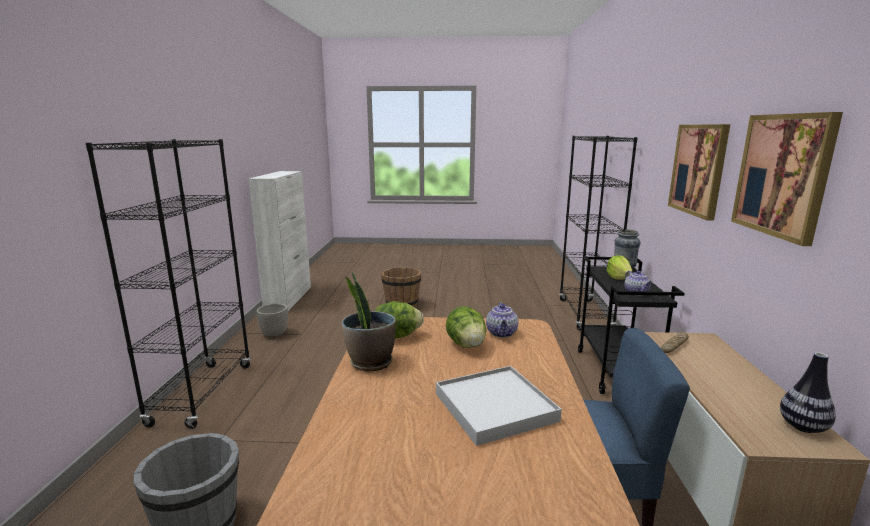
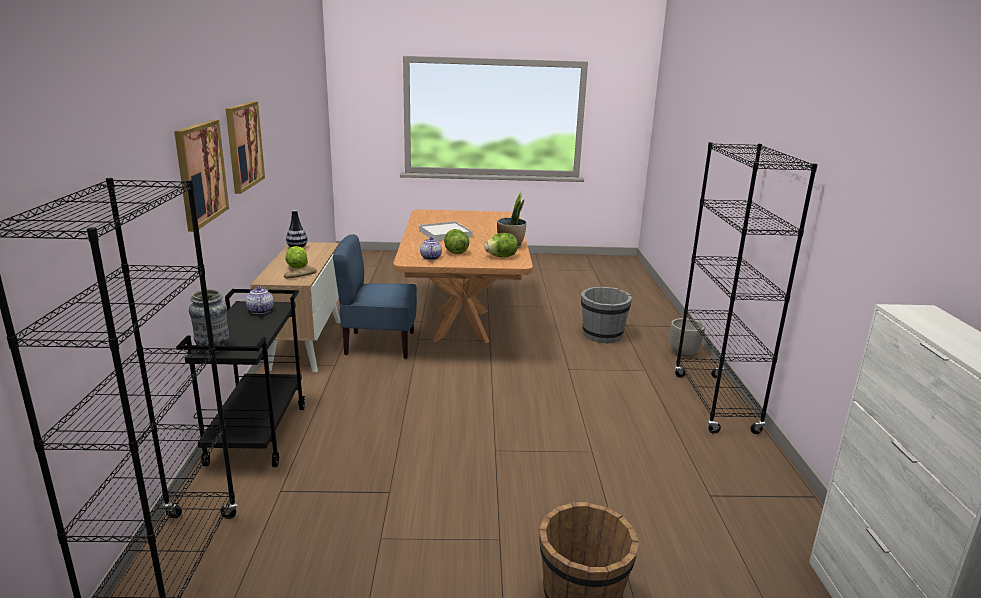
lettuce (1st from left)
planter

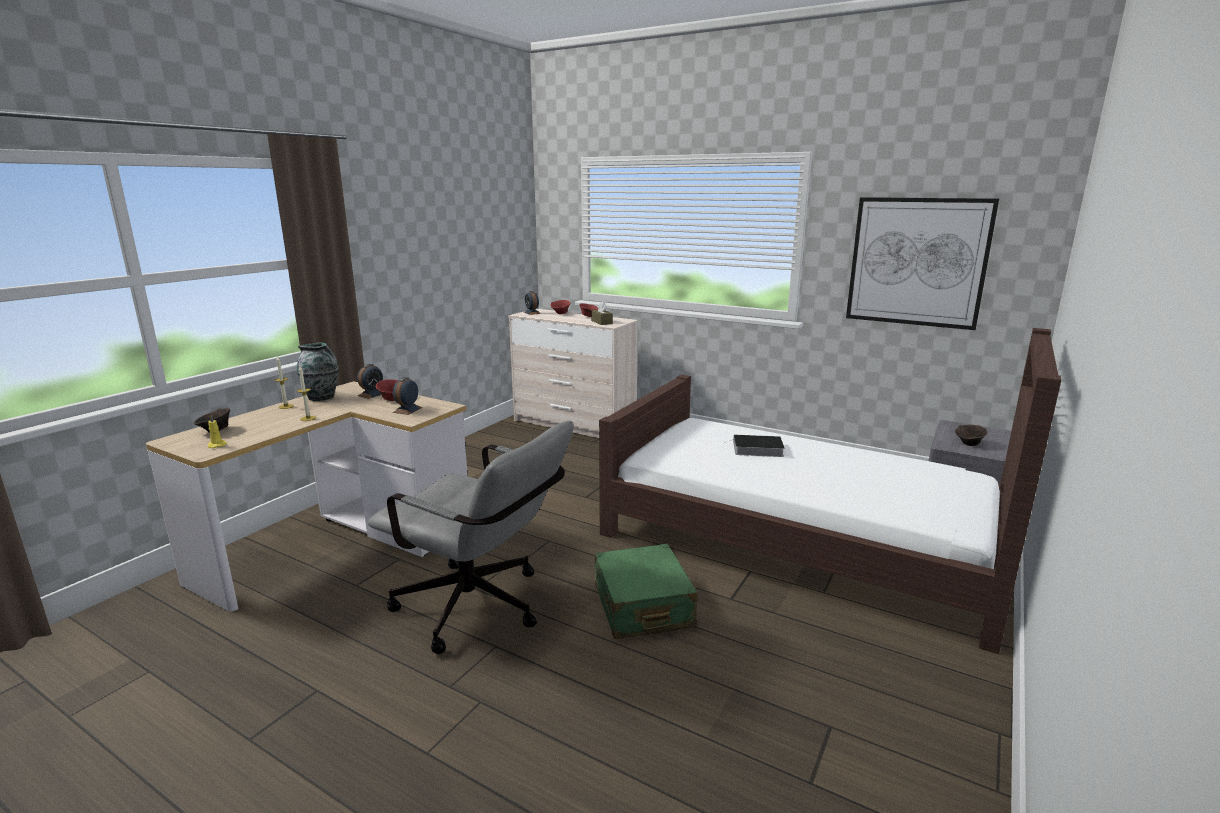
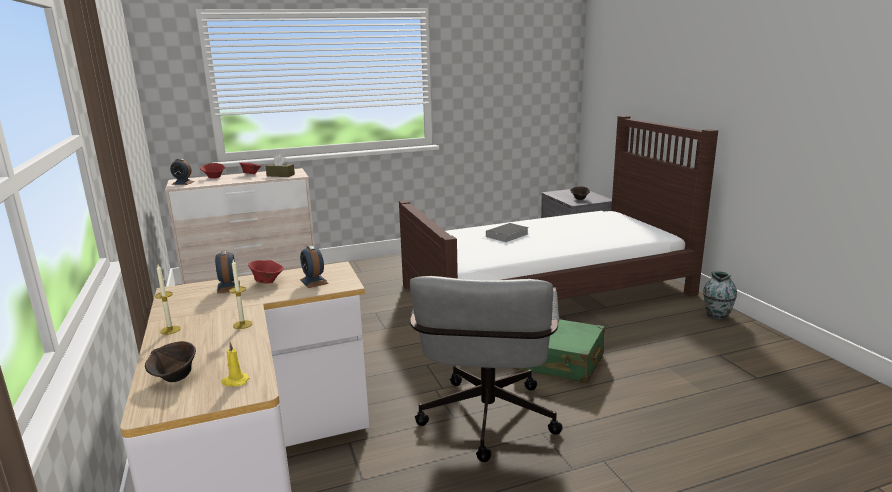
picture
vase
office chair (grey)

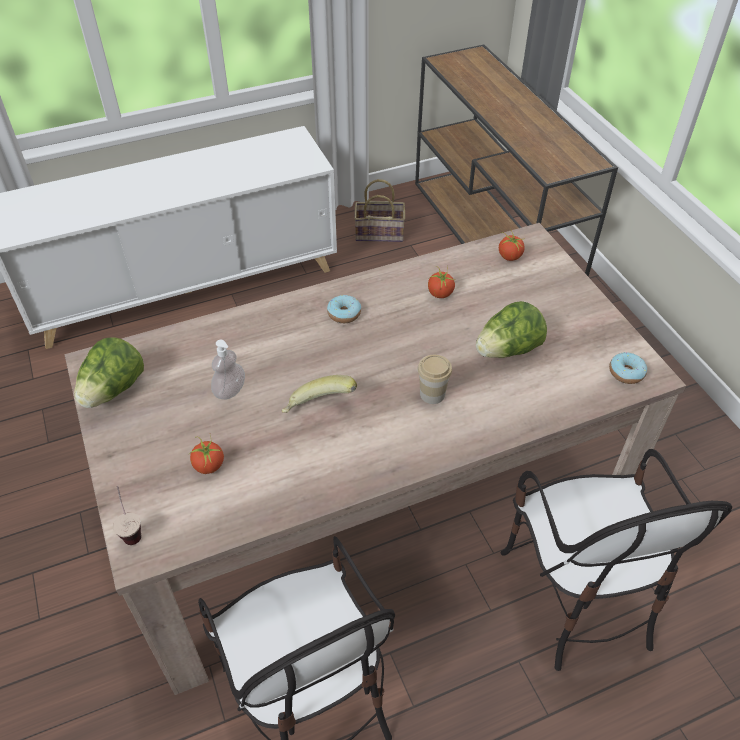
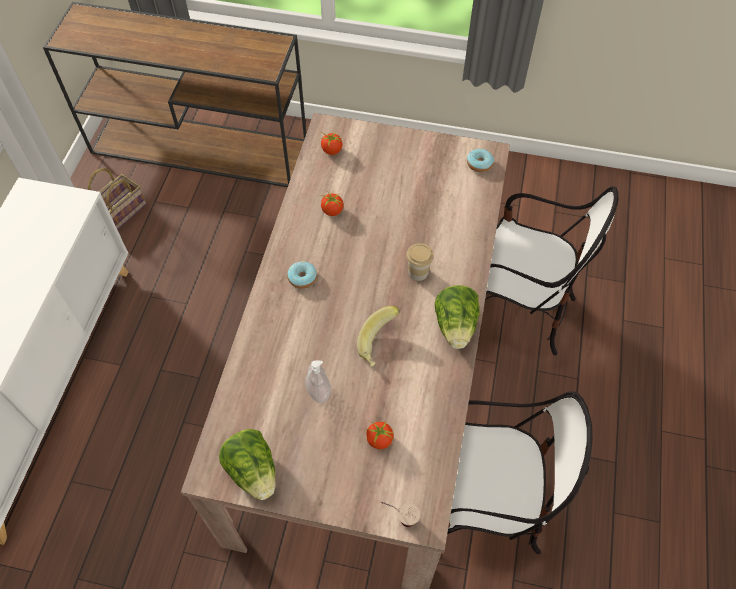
lettuce (2nd from left)

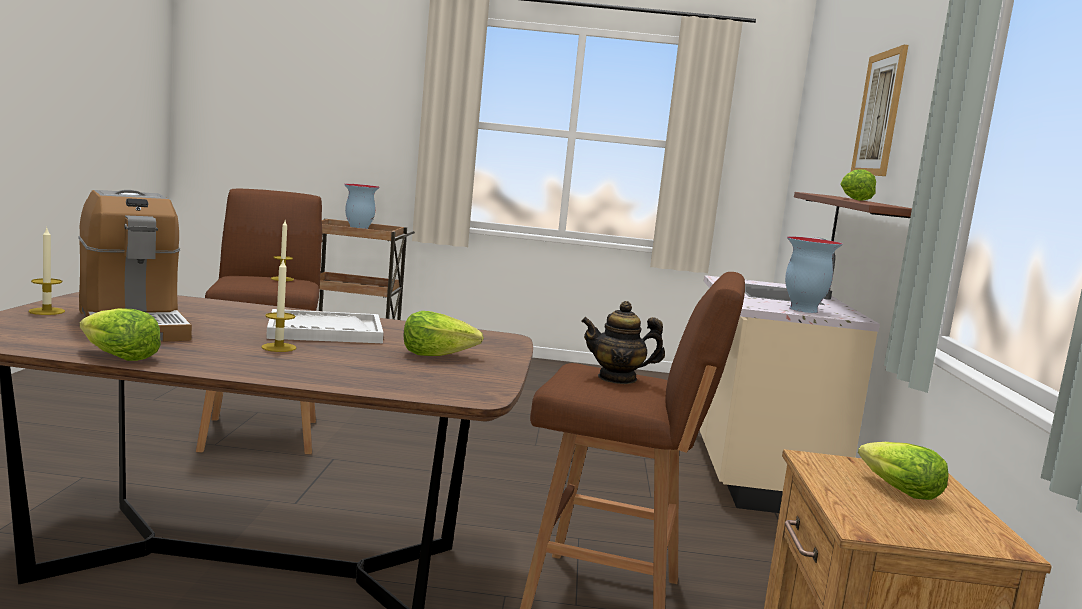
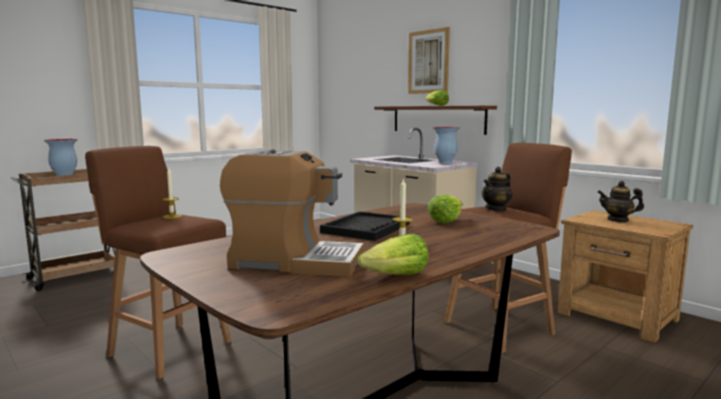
candle (1st from left in the first image)
tray (black)
teapot (2nd from left)

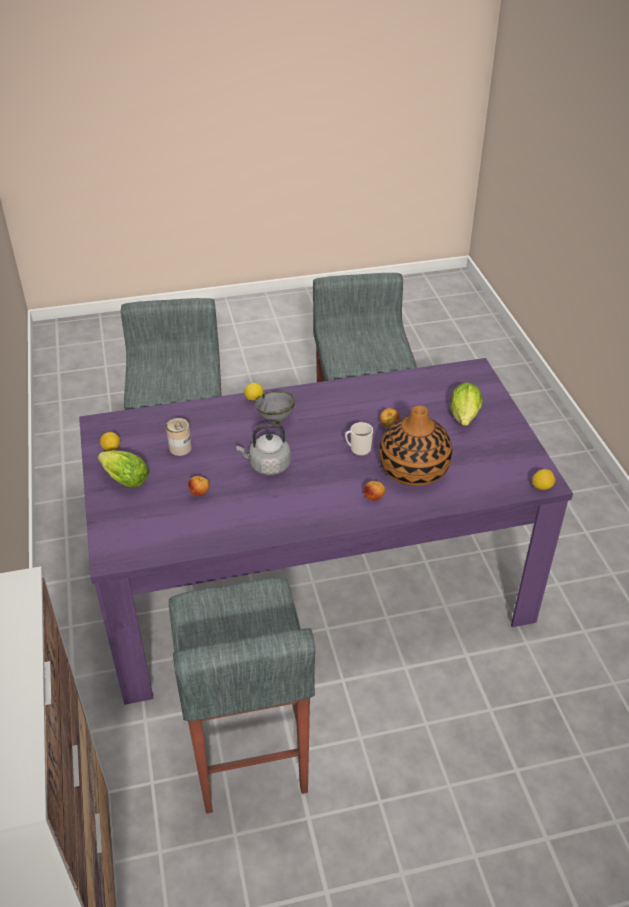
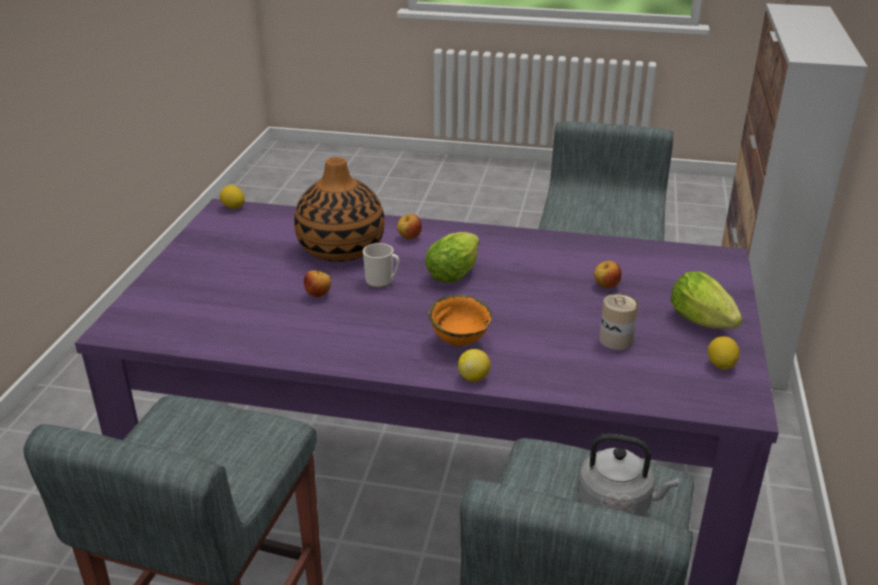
lettuce (1st from left)
bowl (orange)
kettle (grey)

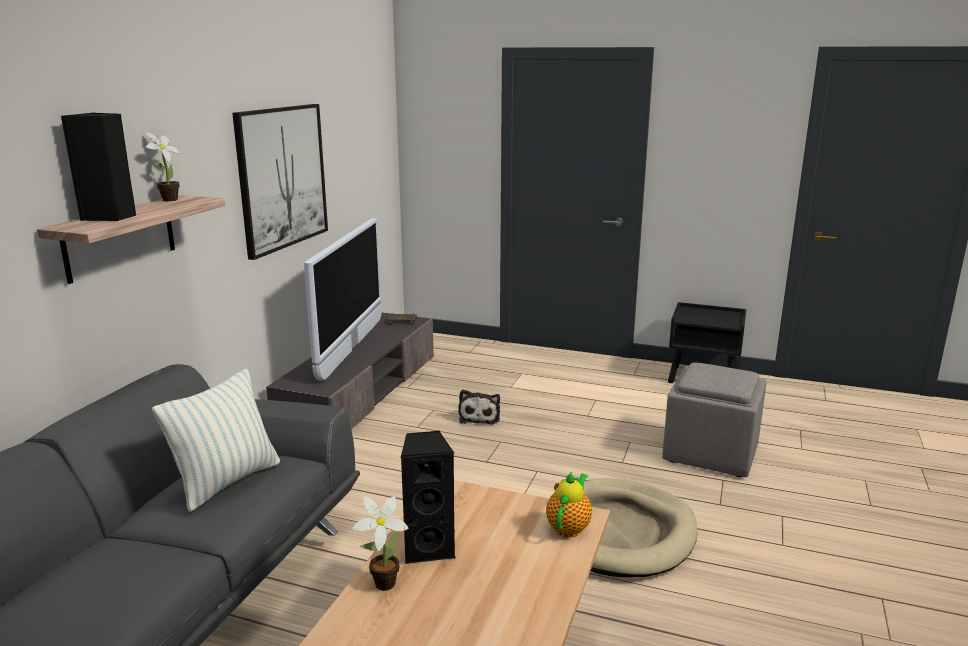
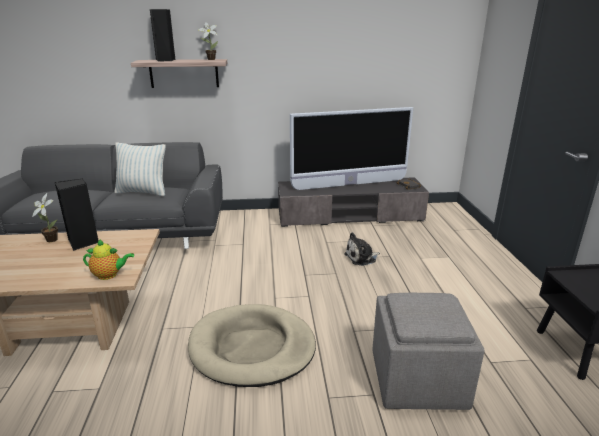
picture

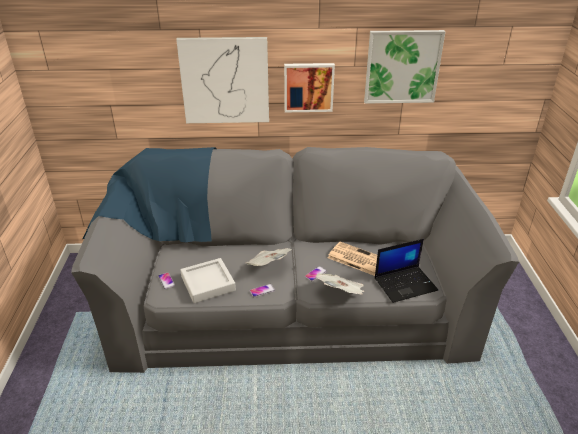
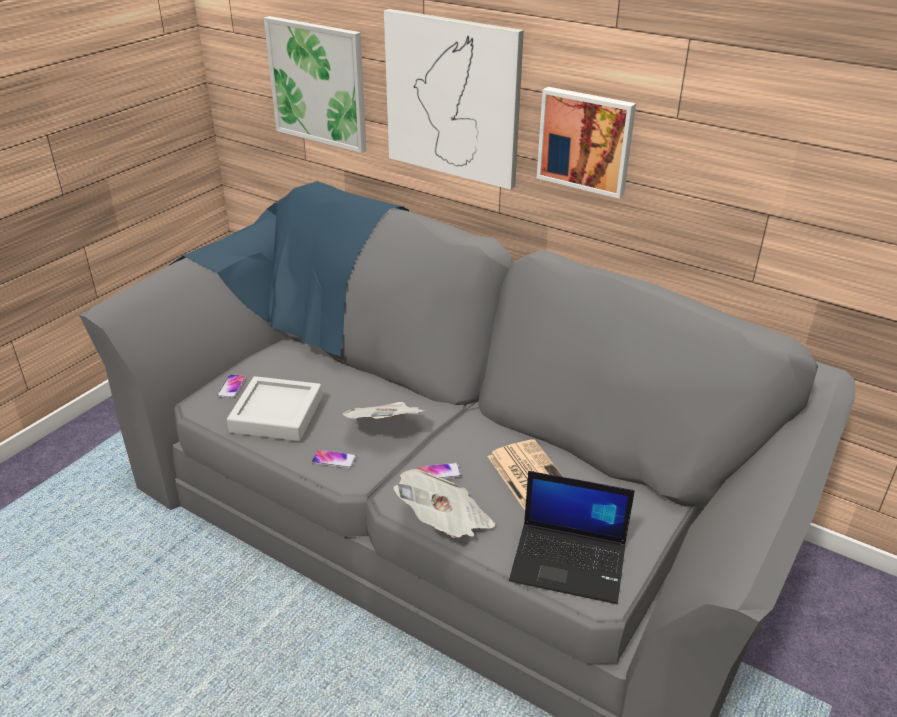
picture (1st from left)

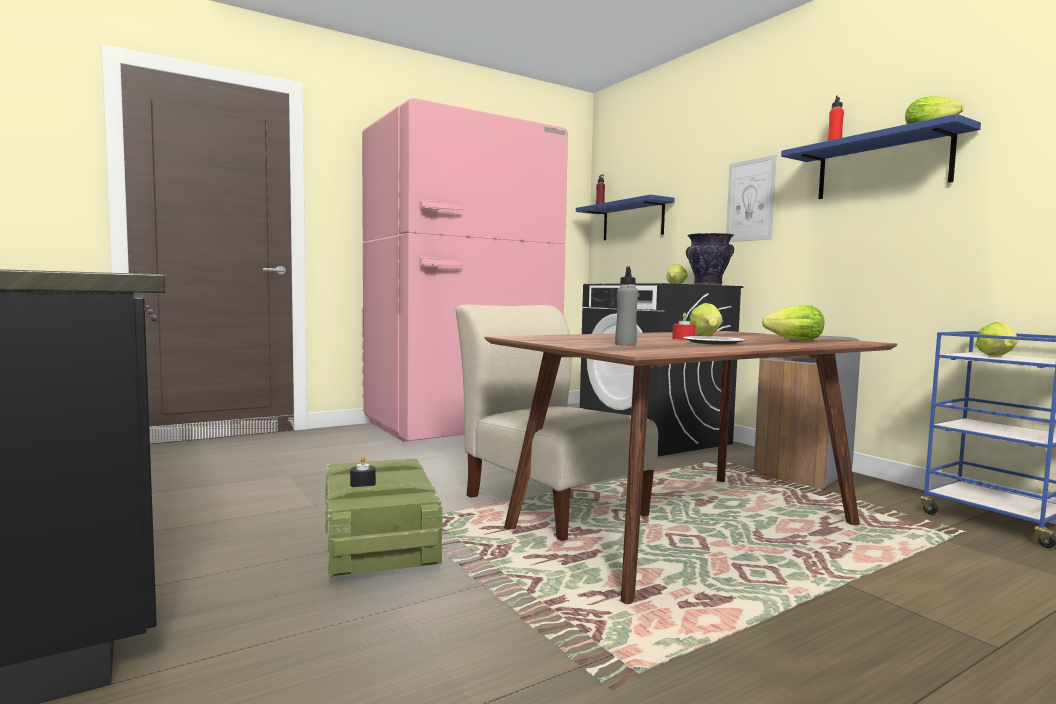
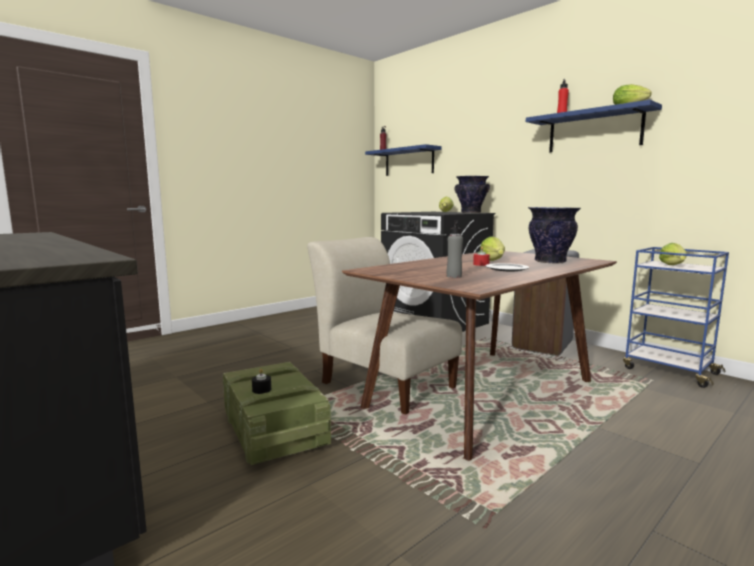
fridge (pink)
picture
vase (2nd from left)

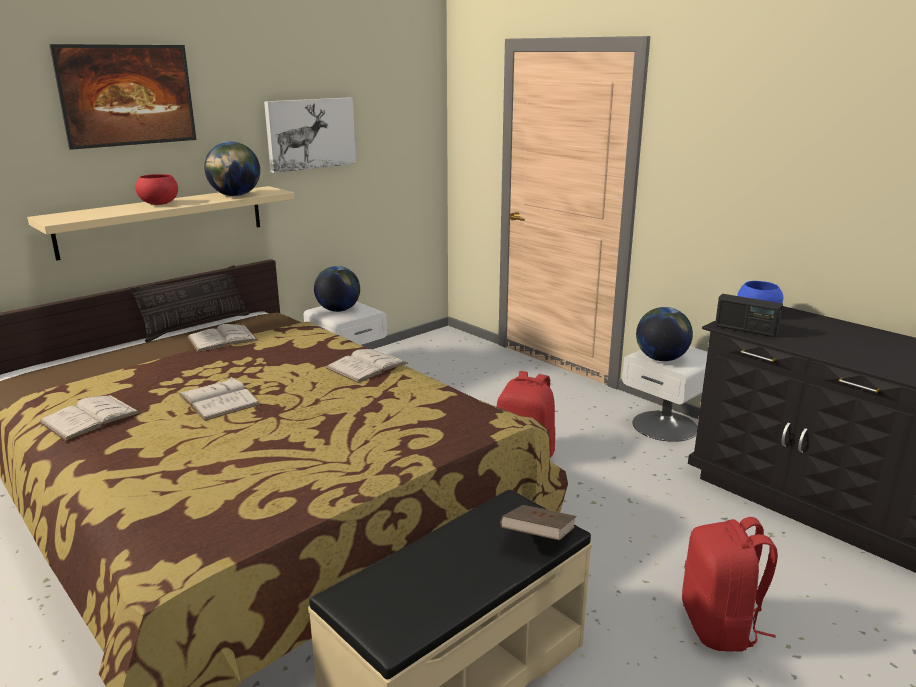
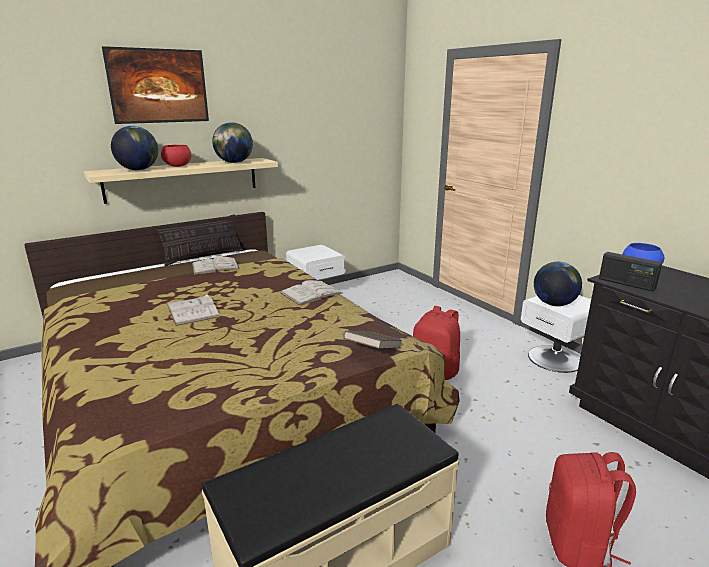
picture (2nd from left in the first image)
globe (1st from left)
book (white) (1st from left in the first image)
book (brown)

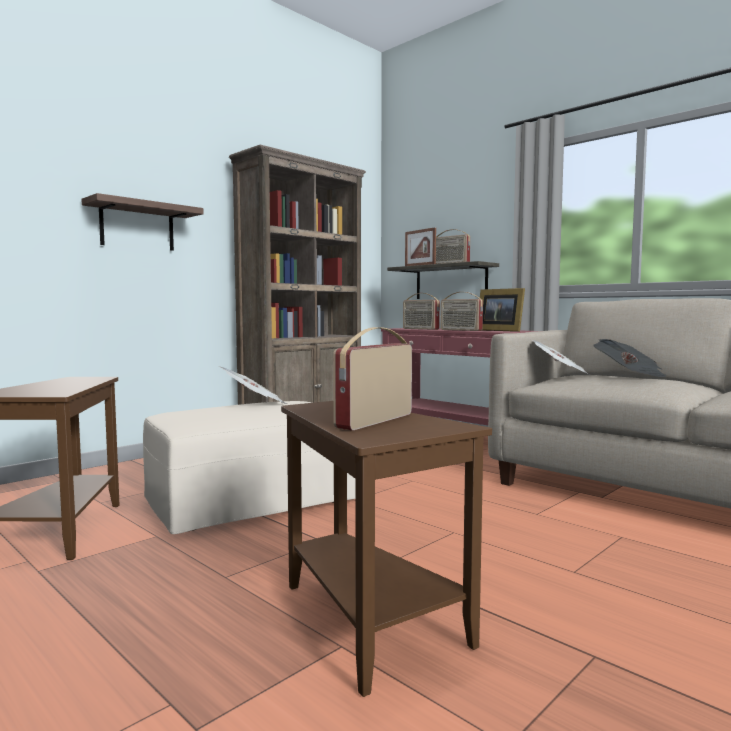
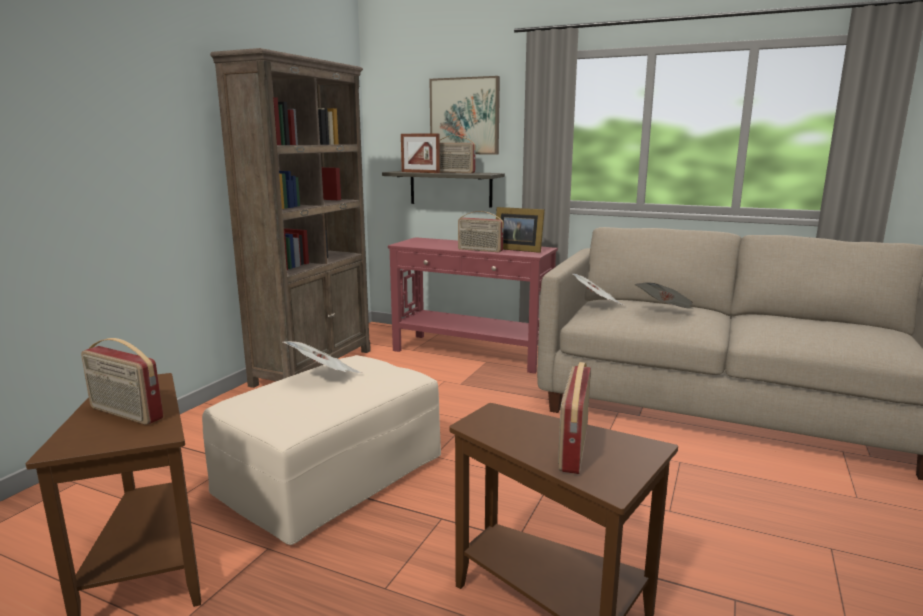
shelf (1st from left in the first image)
radio (1st from left)
picture

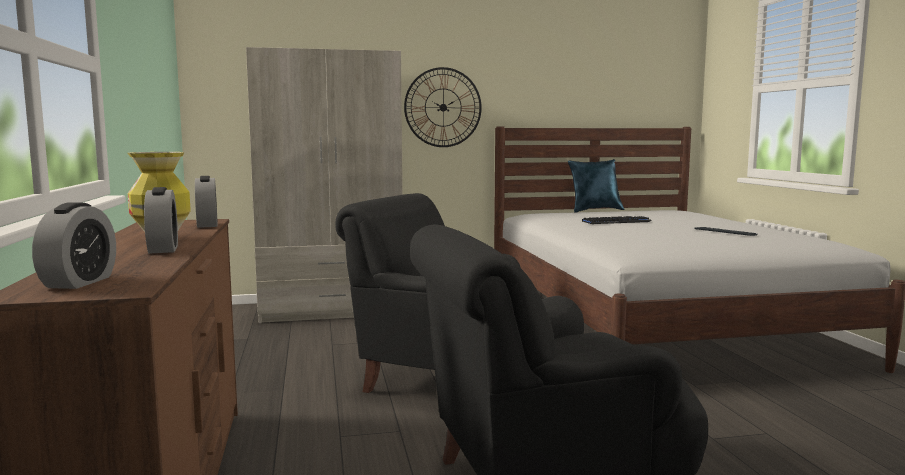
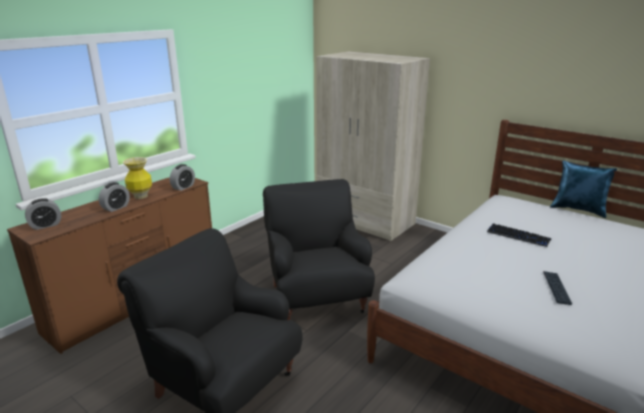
wall clock

